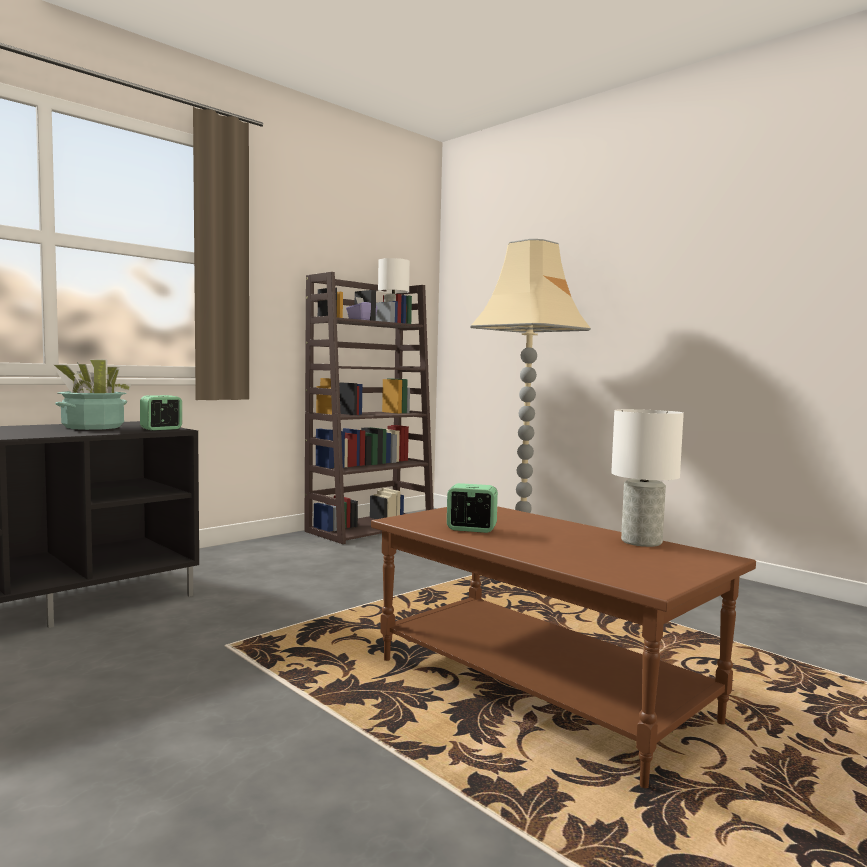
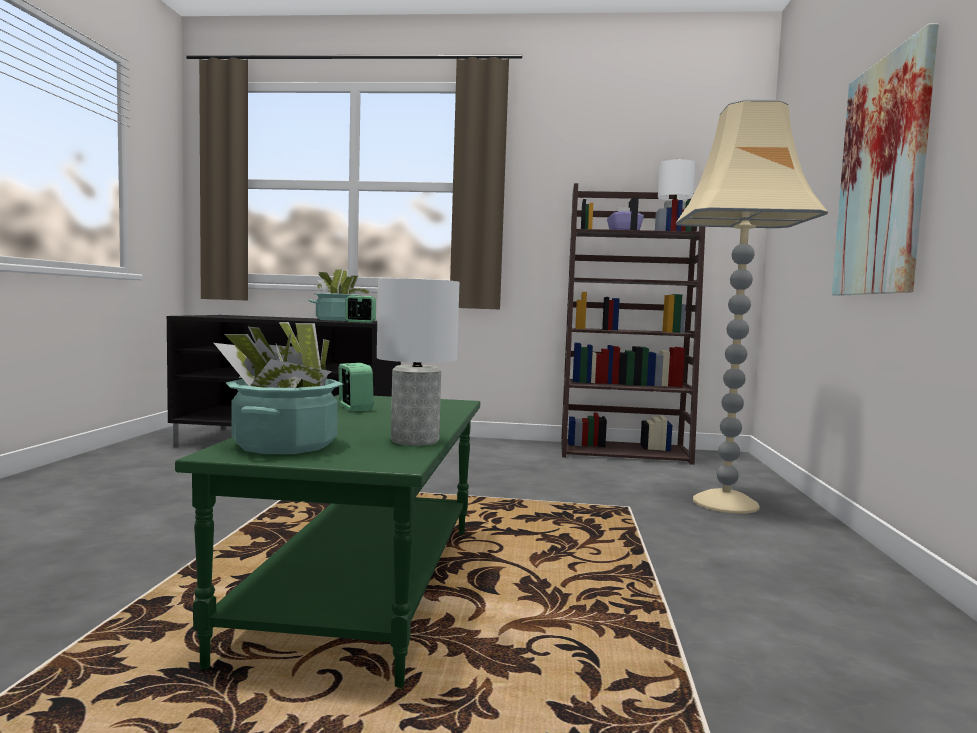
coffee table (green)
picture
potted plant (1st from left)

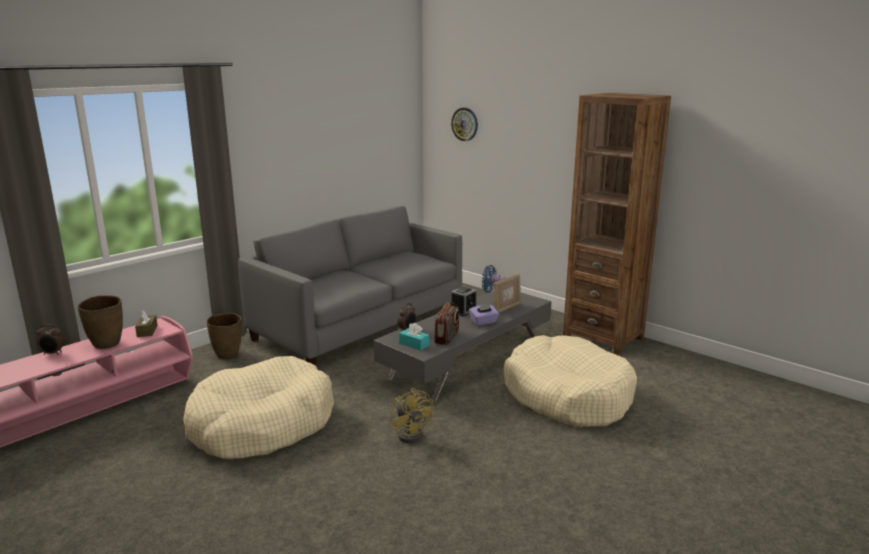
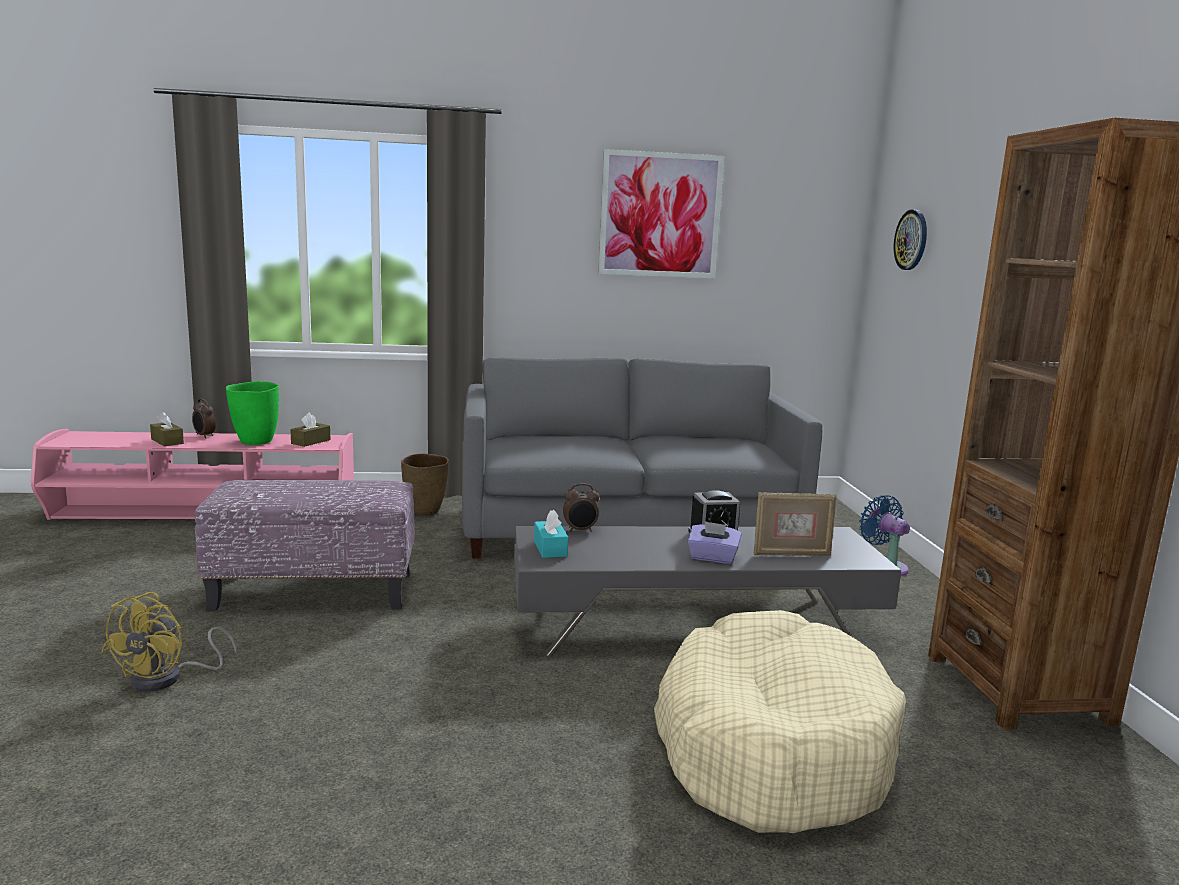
vase (green)
radio
ottoman
fan (yellow)
picture
tissue box (brown) (1st from left)

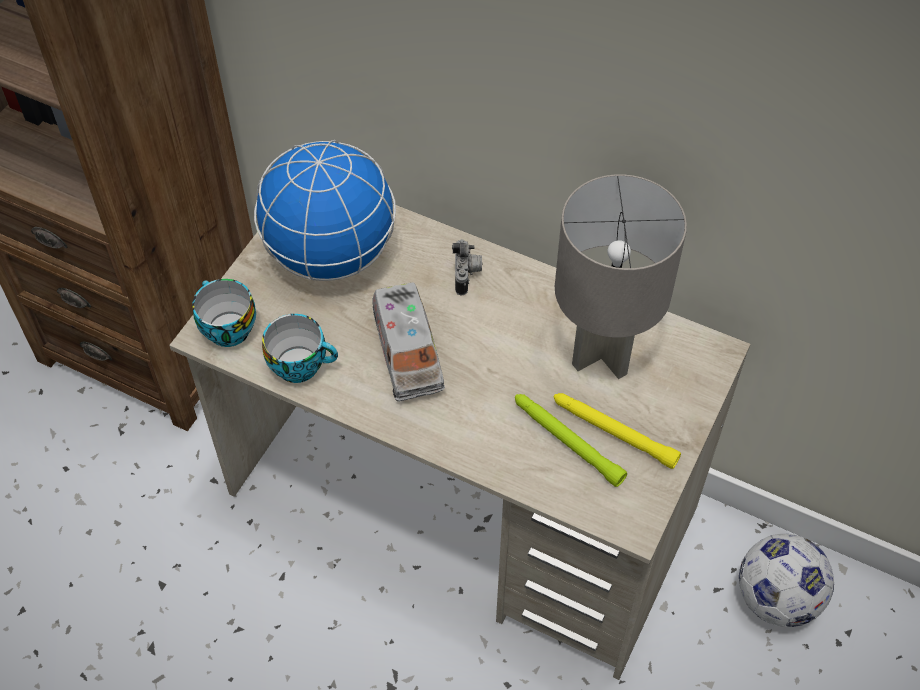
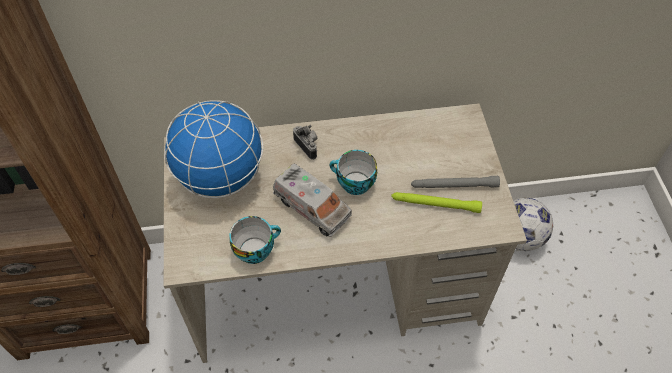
table lamp (grey)
cup (2nd from left)
flashlight (grey)

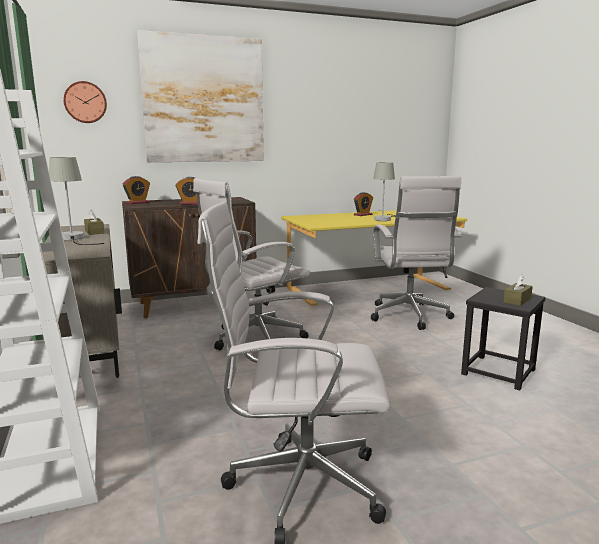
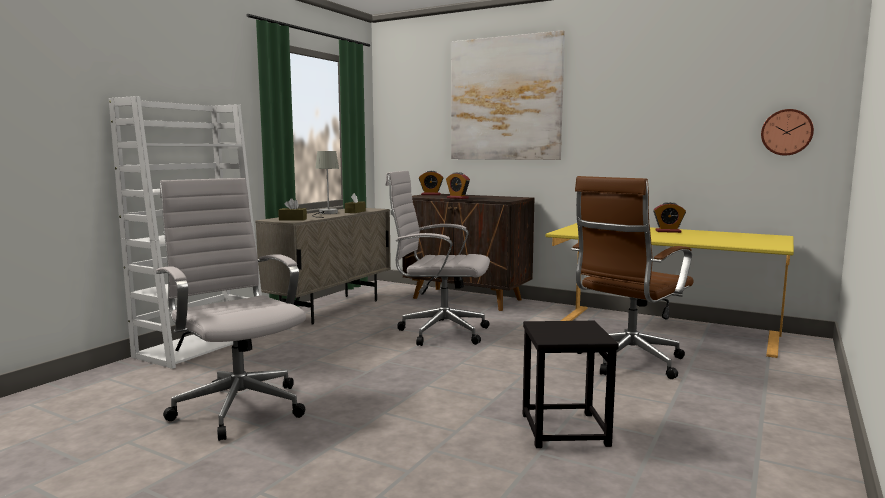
wall clock
table lamp (grey) (2nd from left in the first image)
office chair (brown)
tissue box (brown) (1st from left)

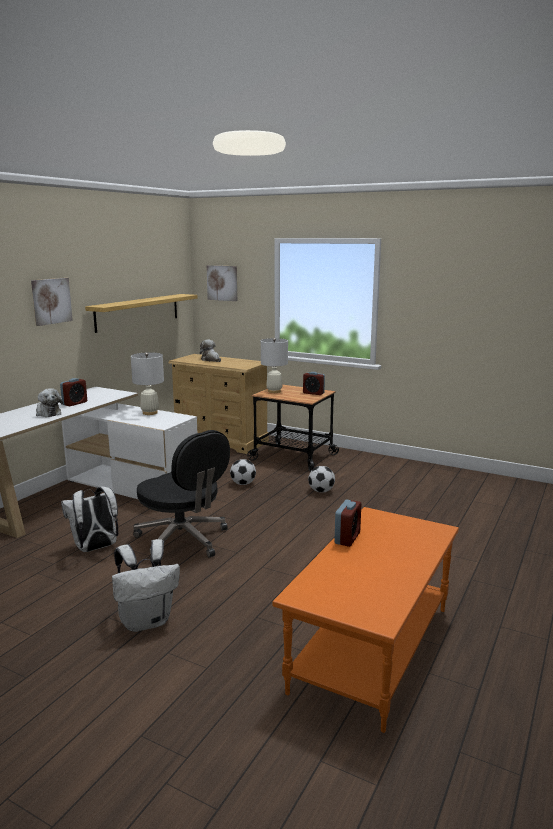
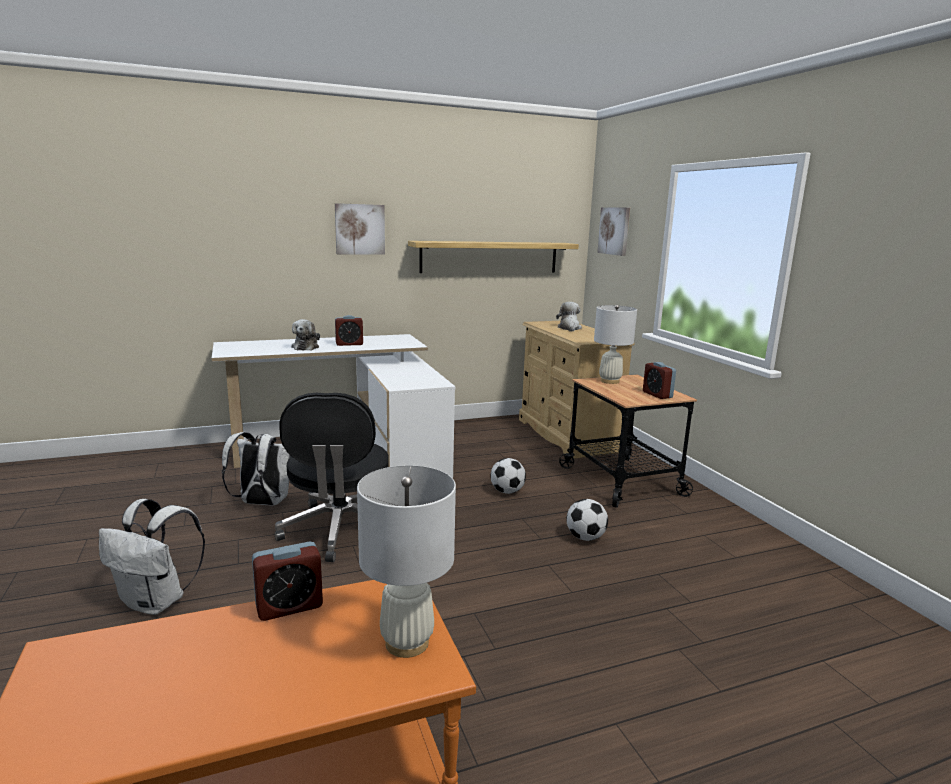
table lamp (white) (1st from left)

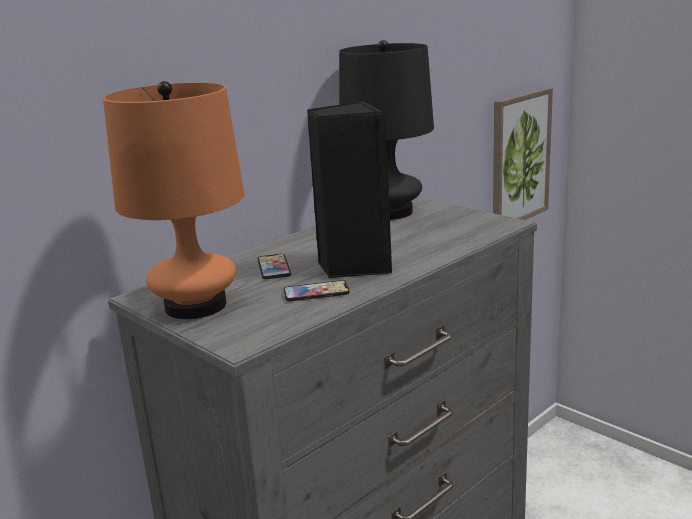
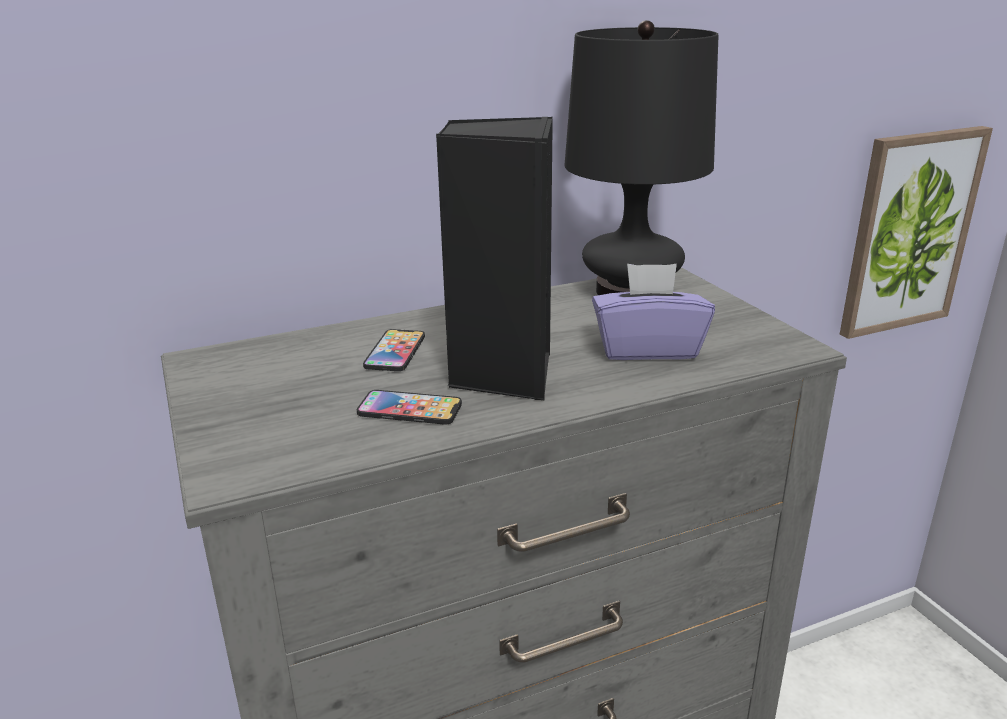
table lamp (orange)
tissue box (purple)

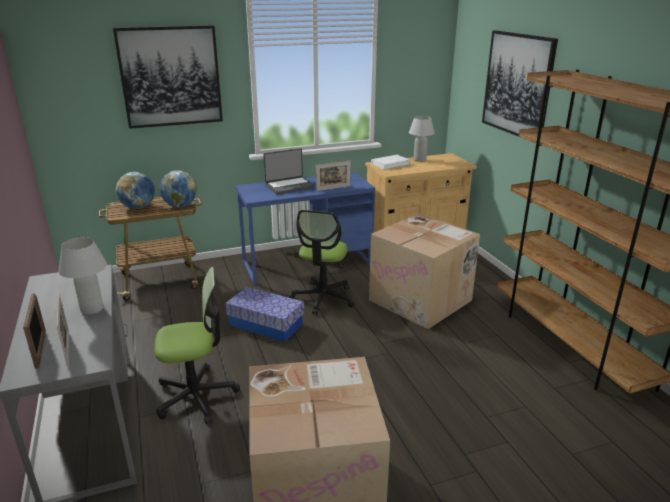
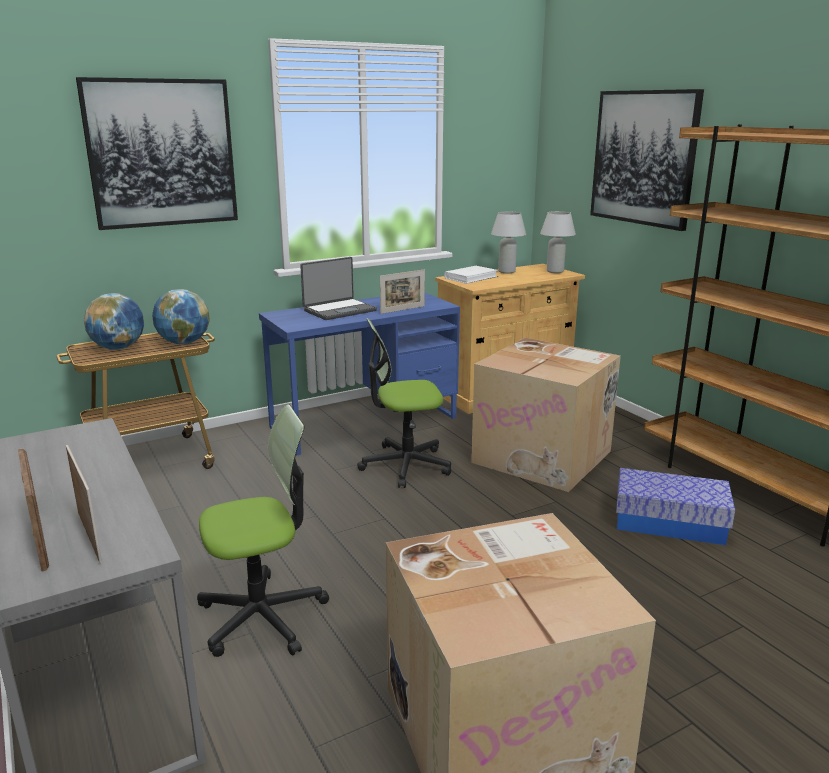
office chair (2nd from left)
table lamp (white) (2nd from left)
storage box

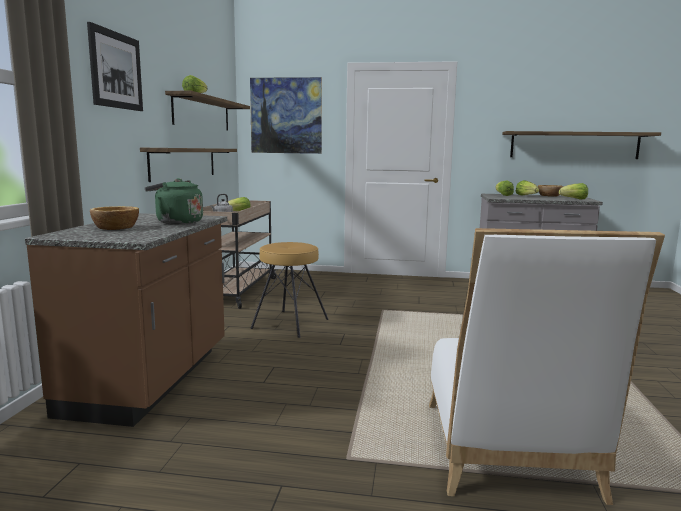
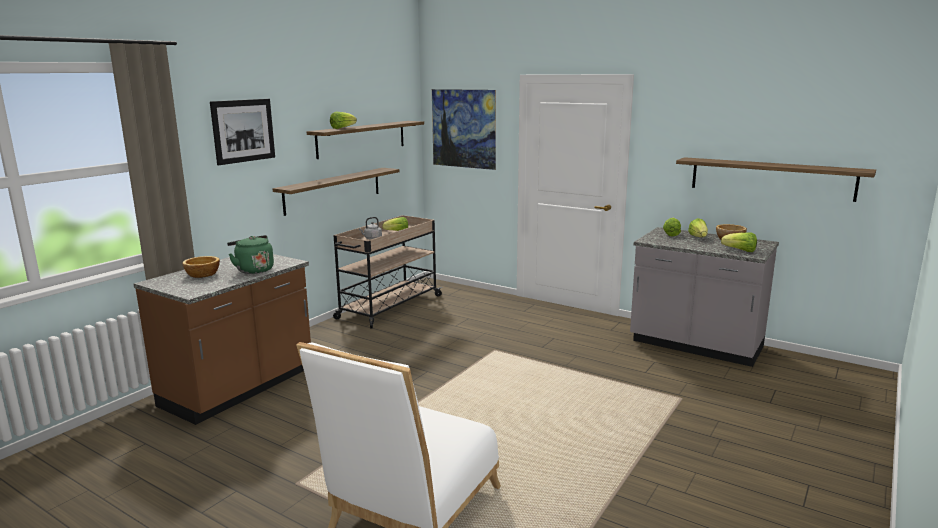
stool (brown)

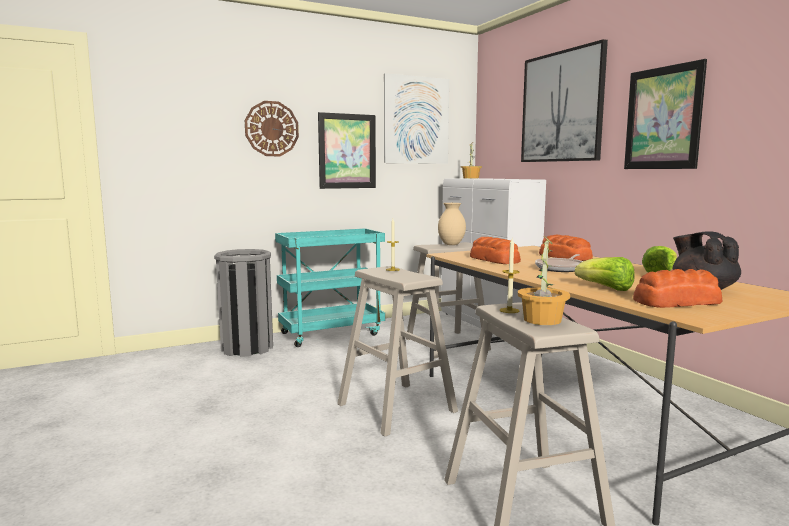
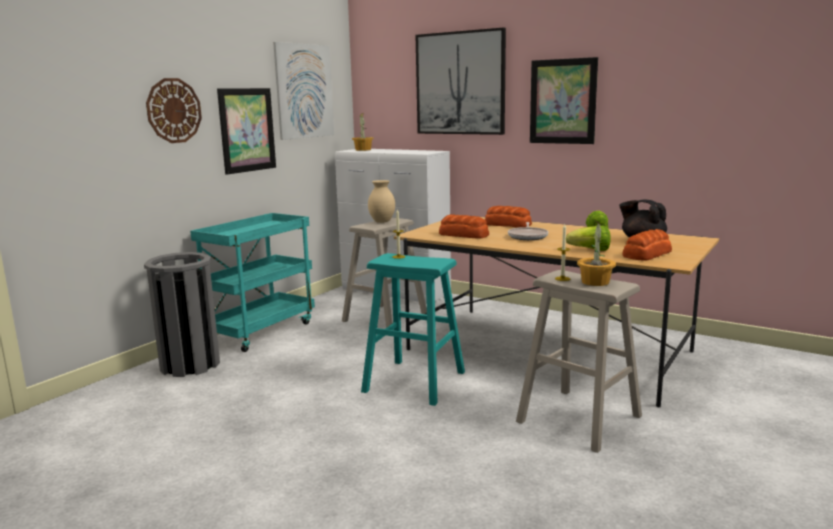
stool (turquoise)

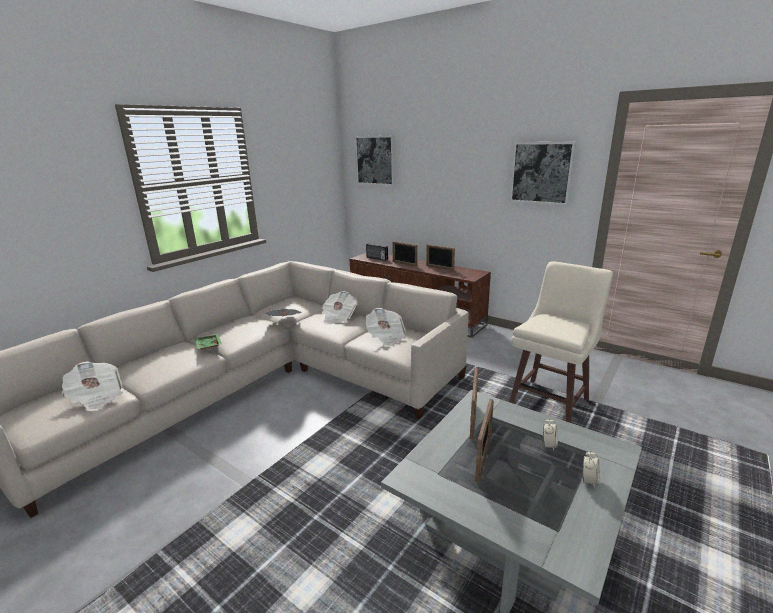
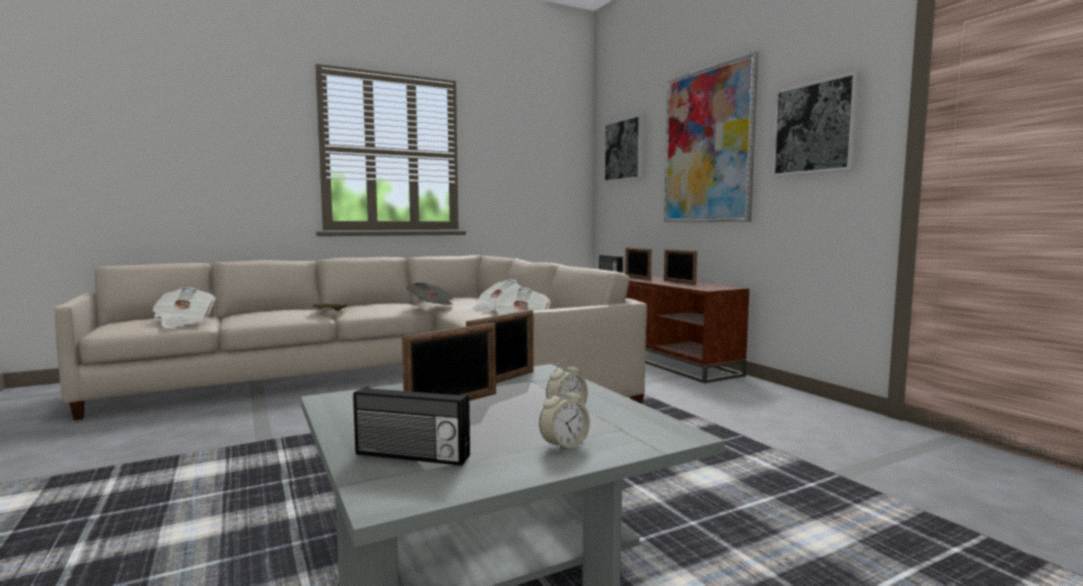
stool (beige)
picture (2nd from left)
radio (1st from left)

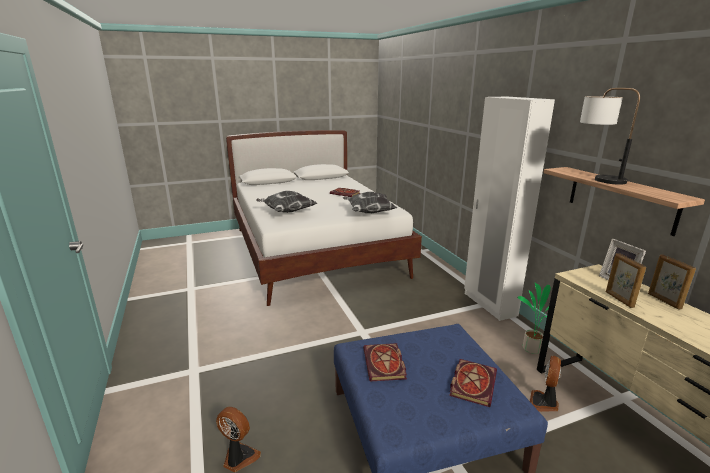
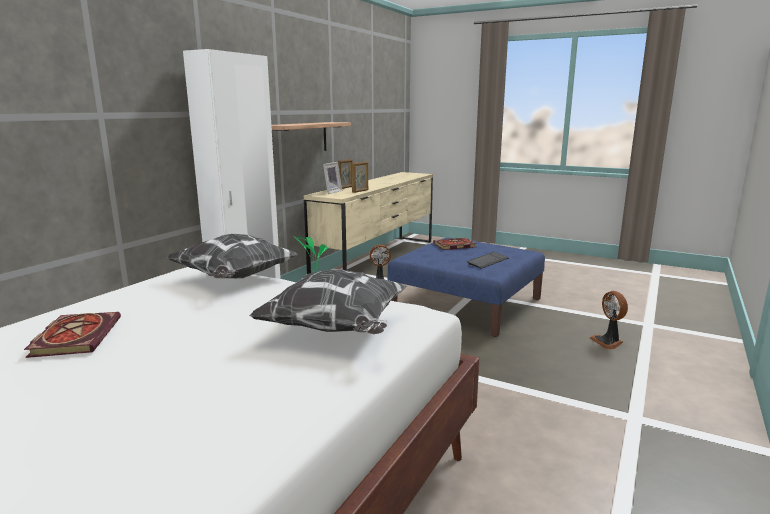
table lamp
keyboard

